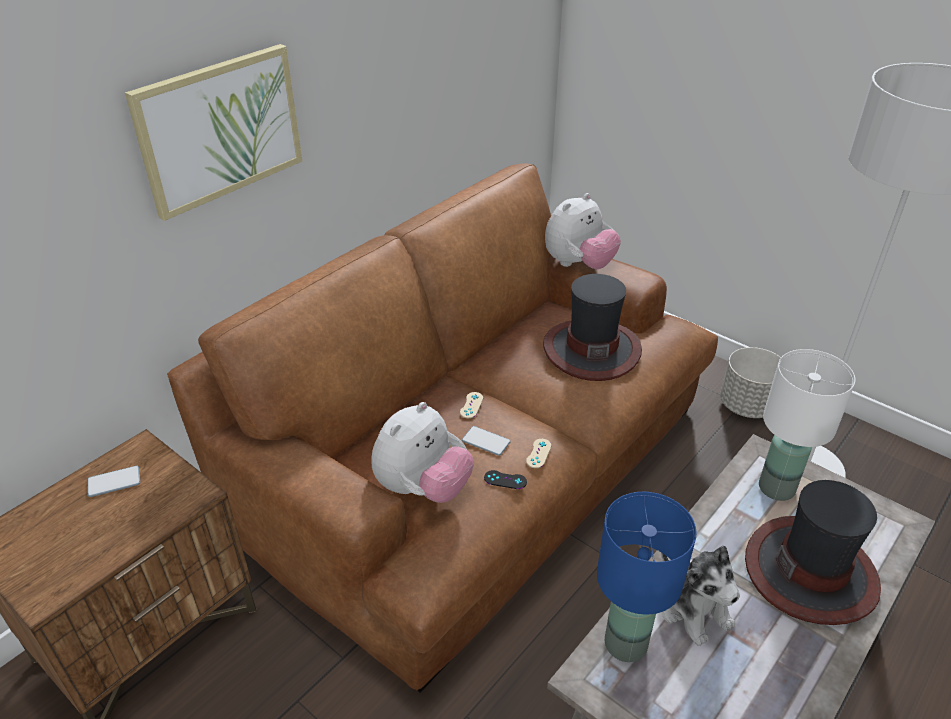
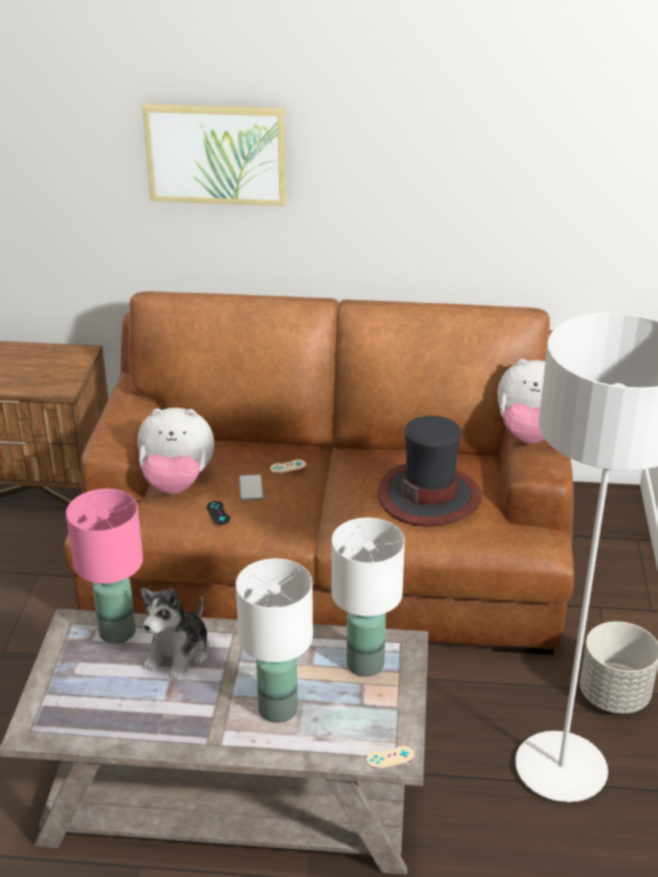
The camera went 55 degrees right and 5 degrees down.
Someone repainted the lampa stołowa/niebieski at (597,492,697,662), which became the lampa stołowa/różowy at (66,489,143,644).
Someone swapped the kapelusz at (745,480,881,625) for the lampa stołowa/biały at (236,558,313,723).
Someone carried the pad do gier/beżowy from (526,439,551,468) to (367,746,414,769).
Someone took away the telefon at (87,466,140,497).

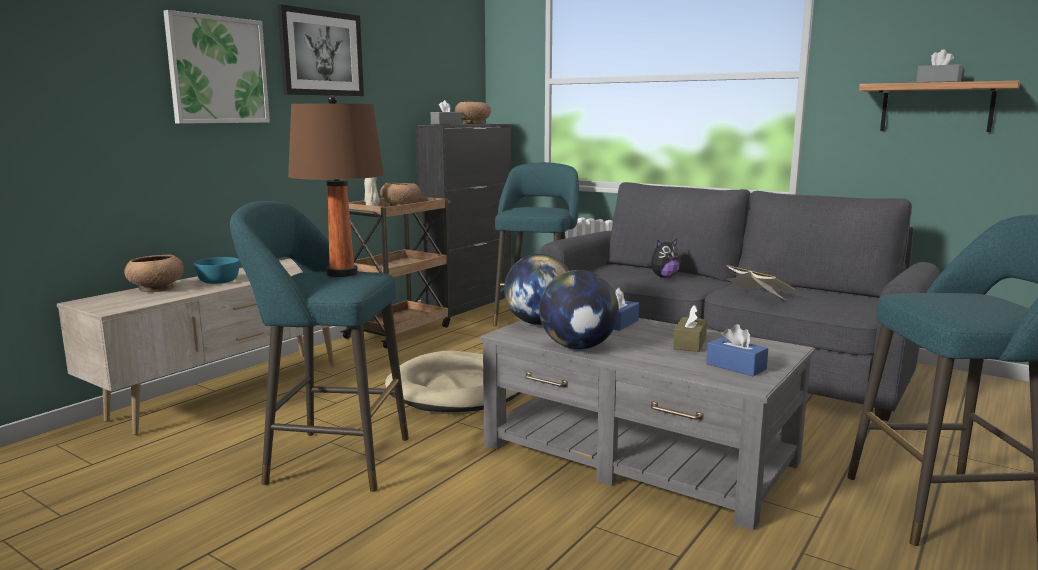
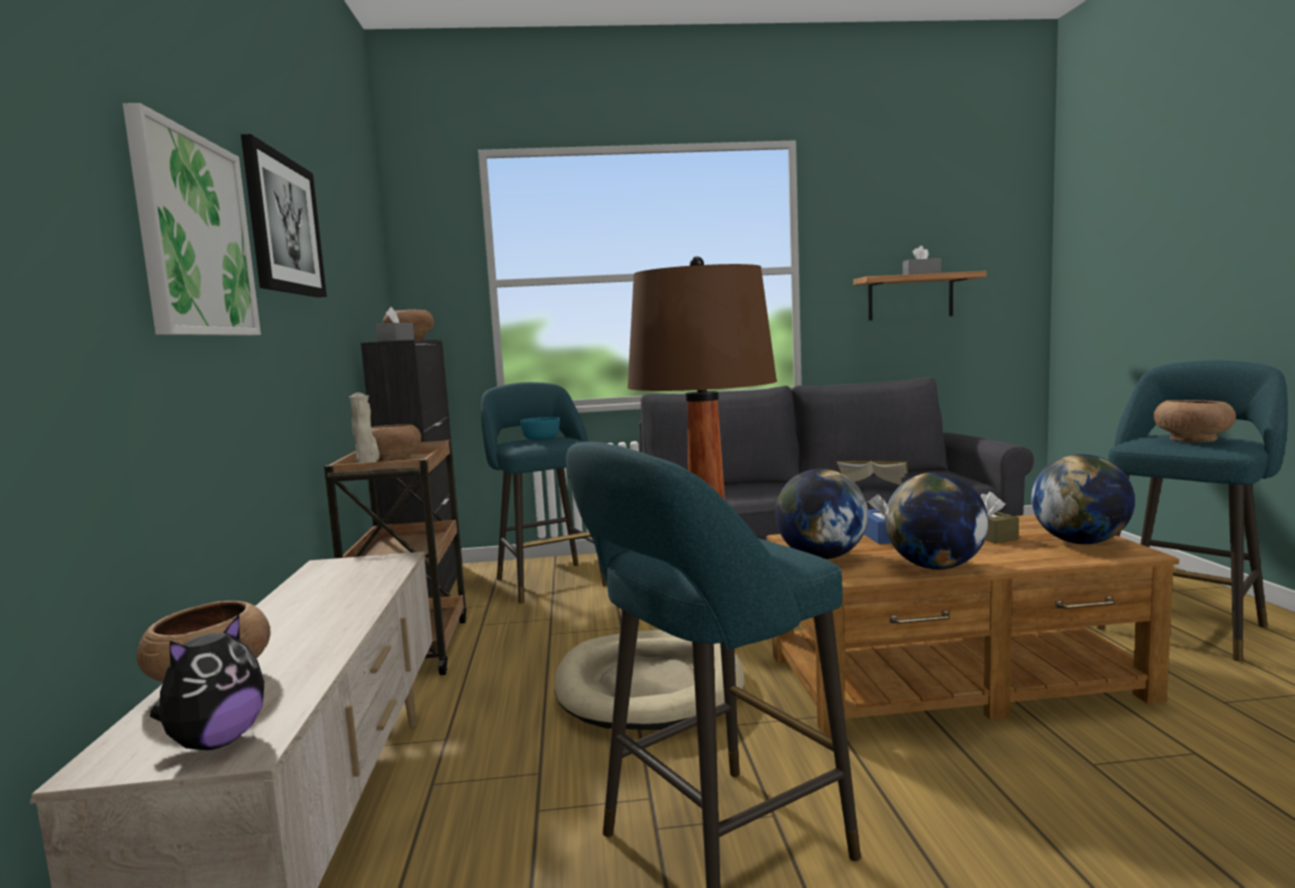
The camera went 40 degrees left and 5 degrees down.
Someone carried the pluszak from (647,239,681,278) to (150,615,264,750).
Someone carried the miska/turkusowy from (194,257,239,284) to (520,417,560,440).
Someone repainted the ława/szary at (480,318,815,531), which became the ława/brązowy at (766,514,1179,737).
Someone swapped the pudełko chusteczek/niebieski at (706,324,768,376) for the globus at (1031,454,1135,544).
Someone put down the miska/brązowy at (1154,400,1236,442).

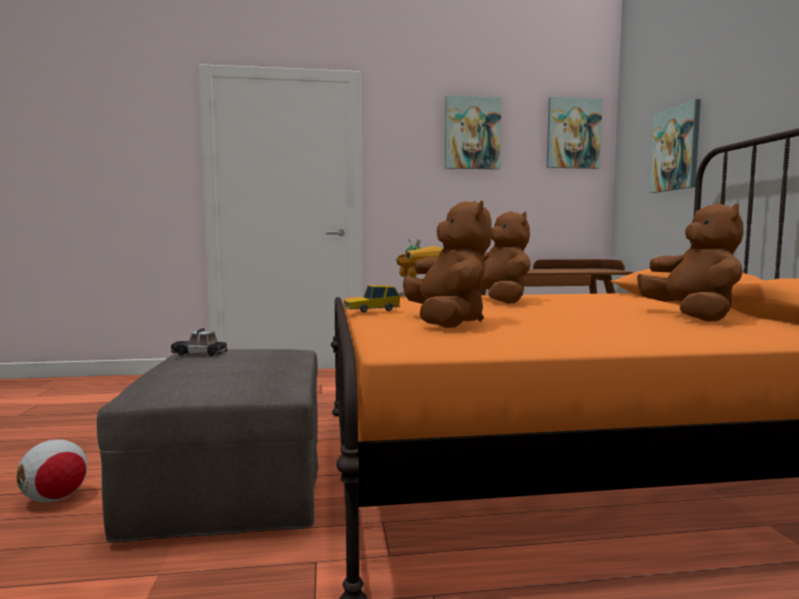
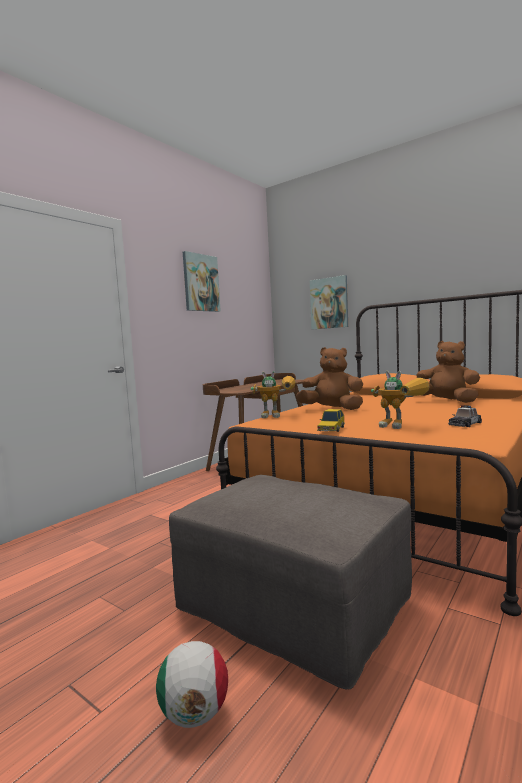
The camera went 45 degrees left and 0 degrees up.
Someone swapped the pluszak/brązowy at (403,200,492,328) for the robot zabawkowy at (371,371,430,429).
Someone carried the samochodzik from (171,328,228,356) to (448,405,482,427).
Someone took away the obraz at (547,97,603,169).

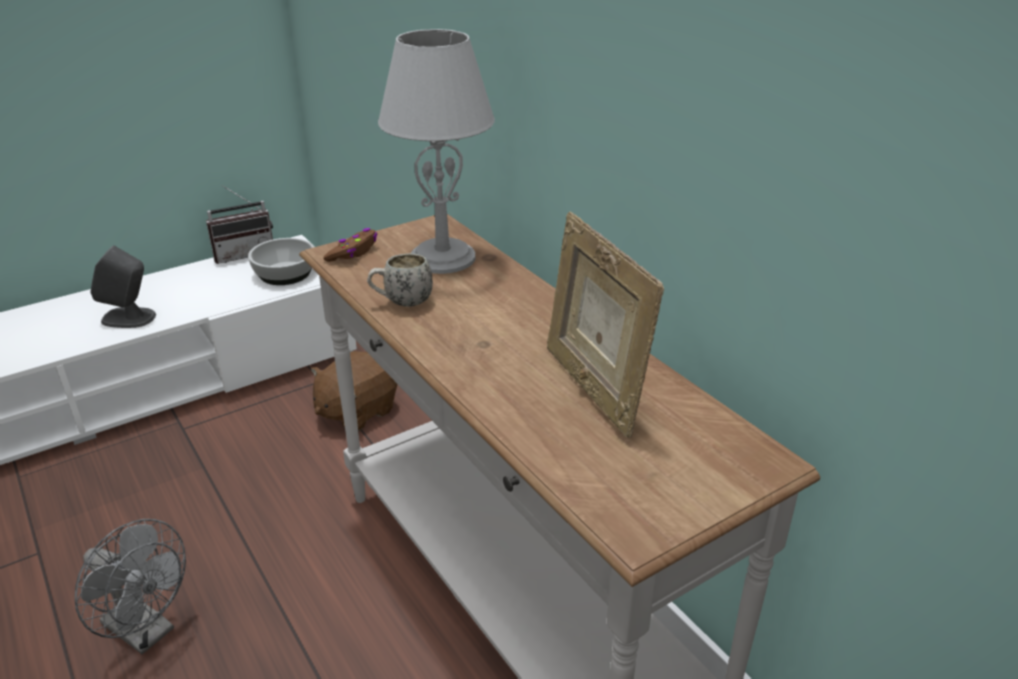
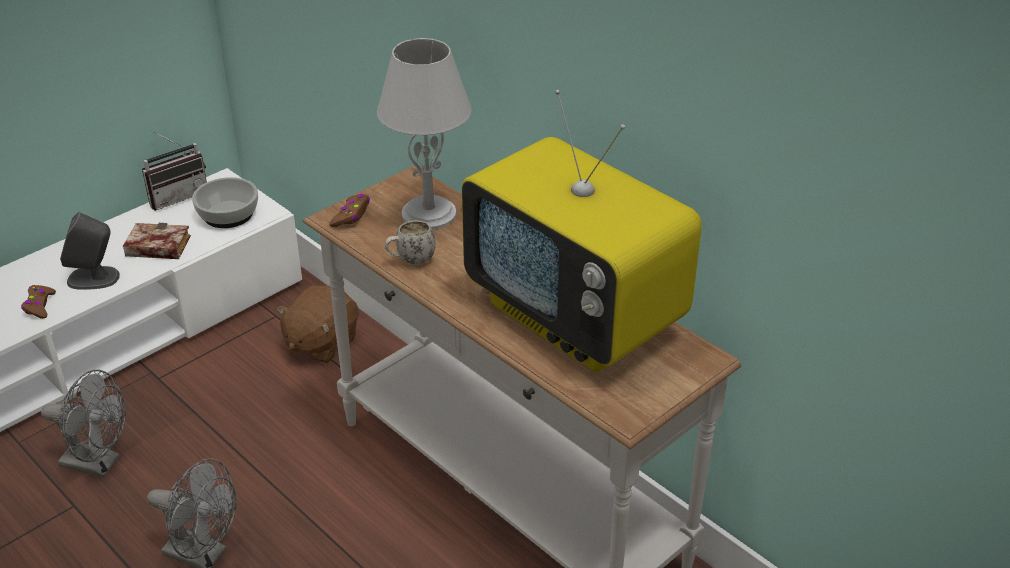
The camera went 10 degrees left and 5 degrees up.
Someone put down the pad do gier/brązowy at (21,285,56,319).
Someone put down the wentylator/szary at (41,370,126,477).
Someone put down the książka at (123,223,191,259).
Someone swapped the ramka na zdjęcie at (547,212,664,437) for the telewizor at (462,90,702,372).

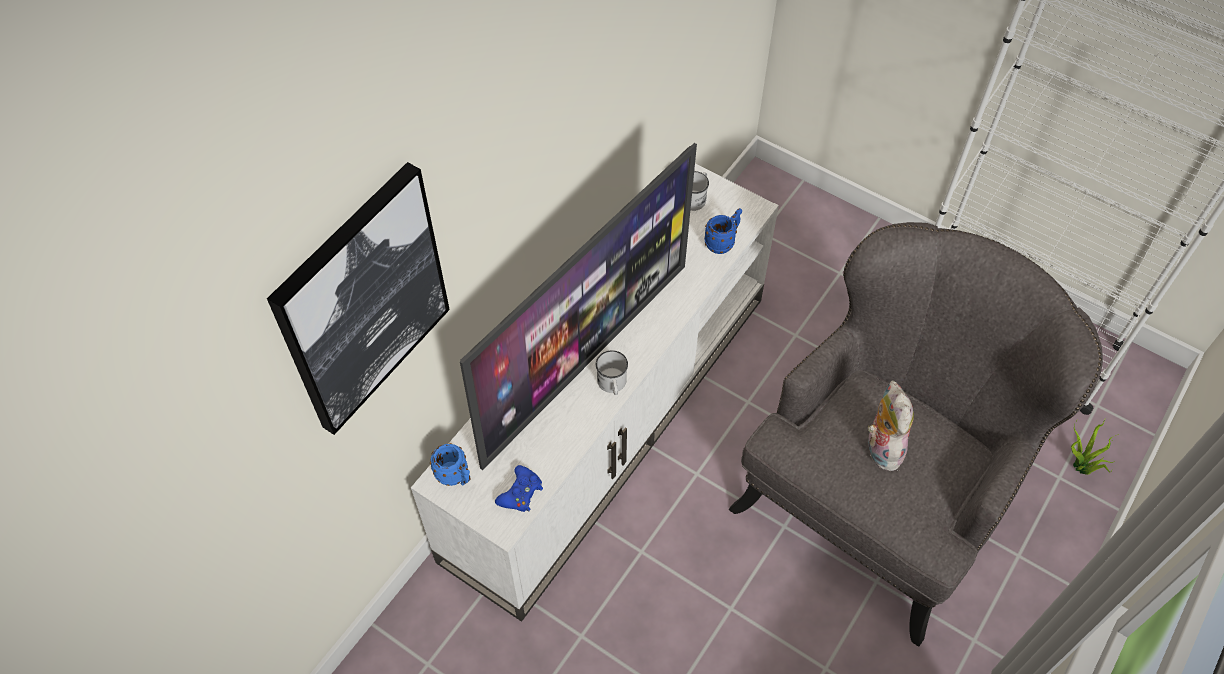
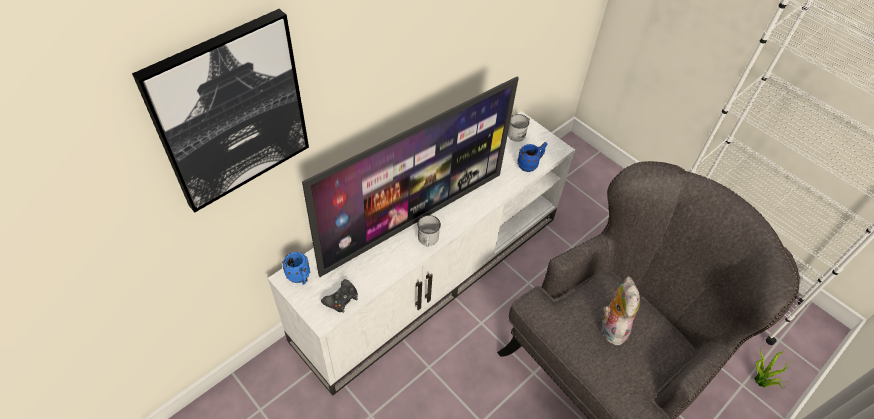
The camera went 10 degrees right and 5 degrees down.
Someone repainted the pad do gier/niebieski at (495,465,543,512), which became the pad do gier/czarny at (321,279,358,313).

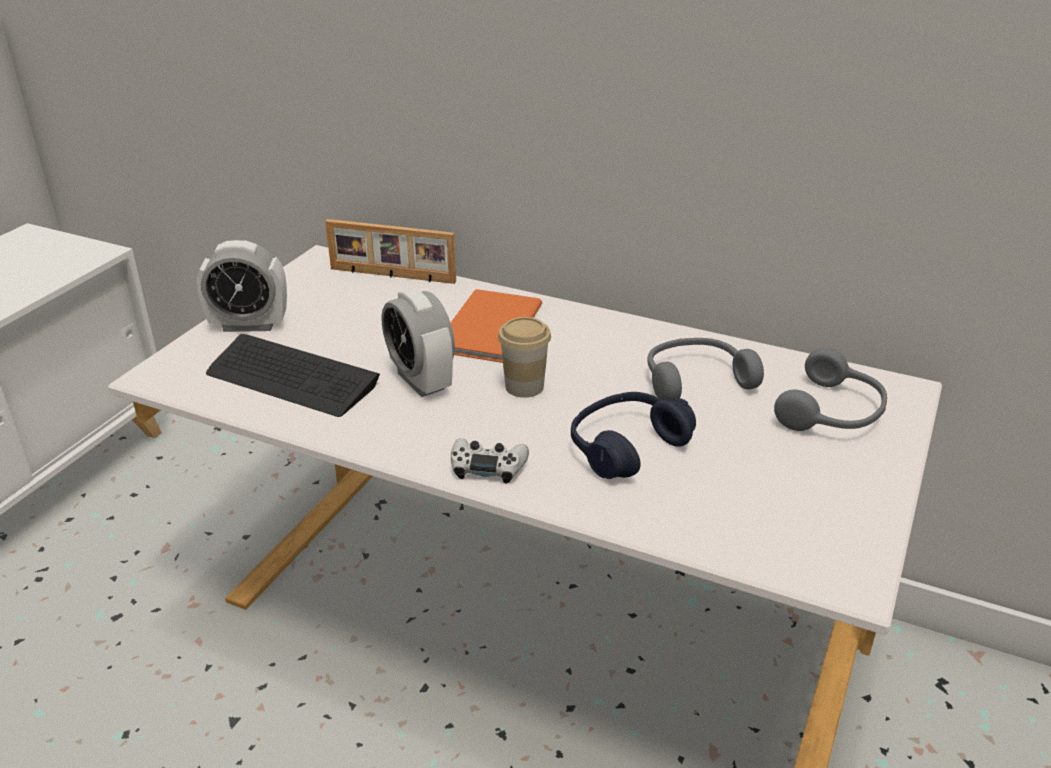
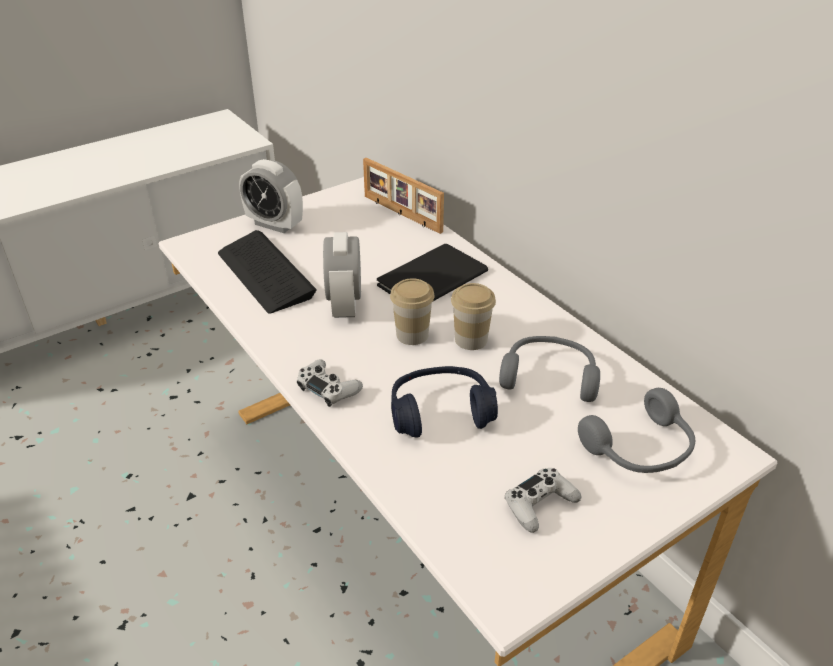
The camera went 30 degrees right and 5 degrees up.
Someone repainted the książka/pomarańczowy at (451,289,542,363), which became the książka/czarny at (377,244,488,301).
Someone put down the filiżanka at (451,283,496,350).
Someone put down the pad do gier/biały at (505,468,581,533).

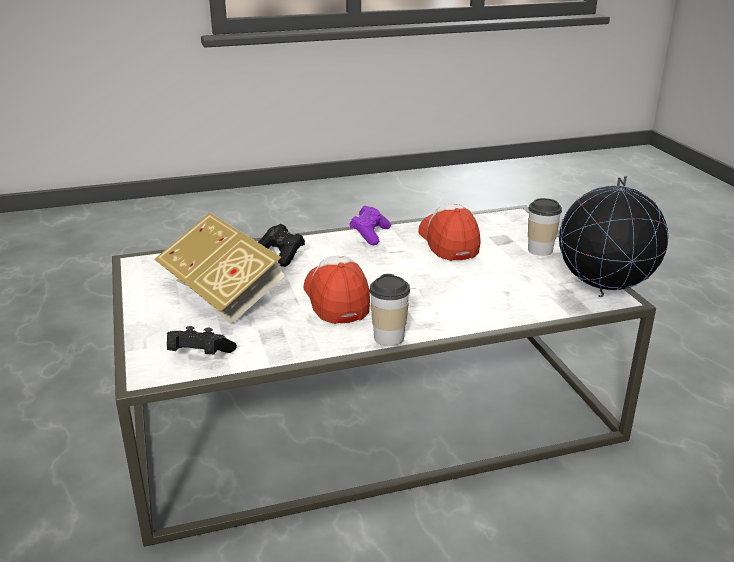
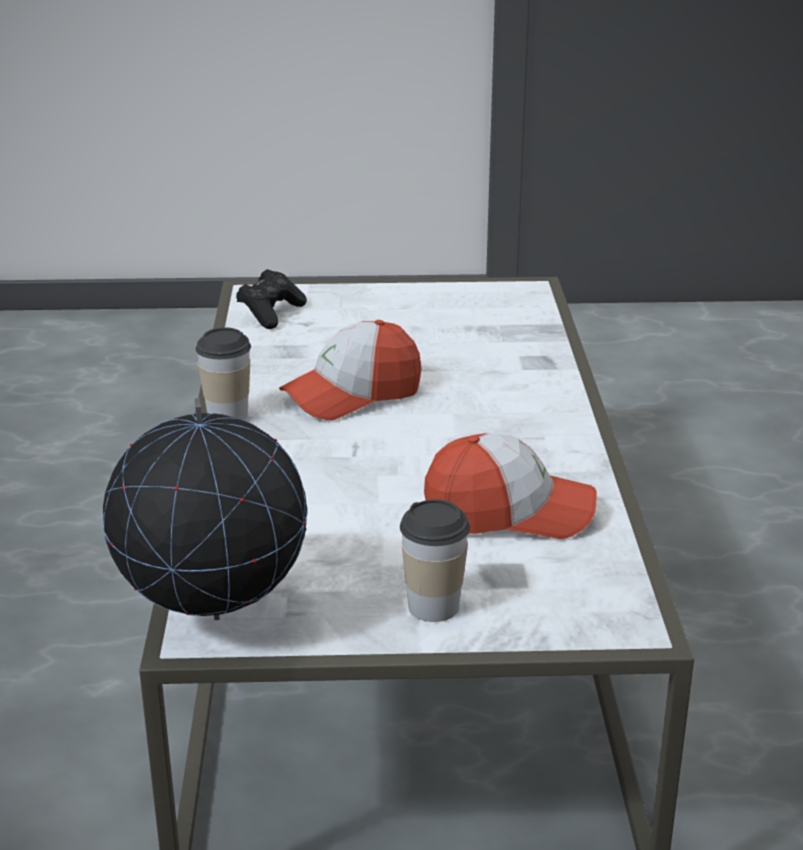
The camera went 105 degrees right and 0 degrees up.
Someone rotated the czapka z daszkiem at (304,256,370,324) by 150 degrees clockwise.
Someone took away the książka at (154,213,285,324).
Someone took away the pad do gier/czarny at (258,224,305,267).
Someone took away the pad do gier/fioletowy at (349,205,391,245).

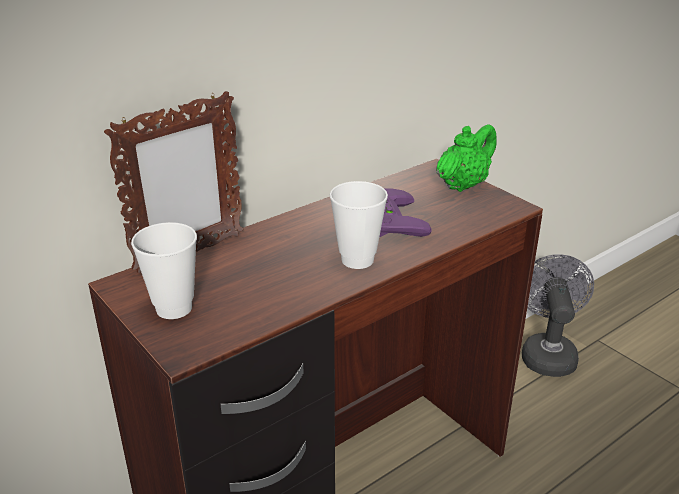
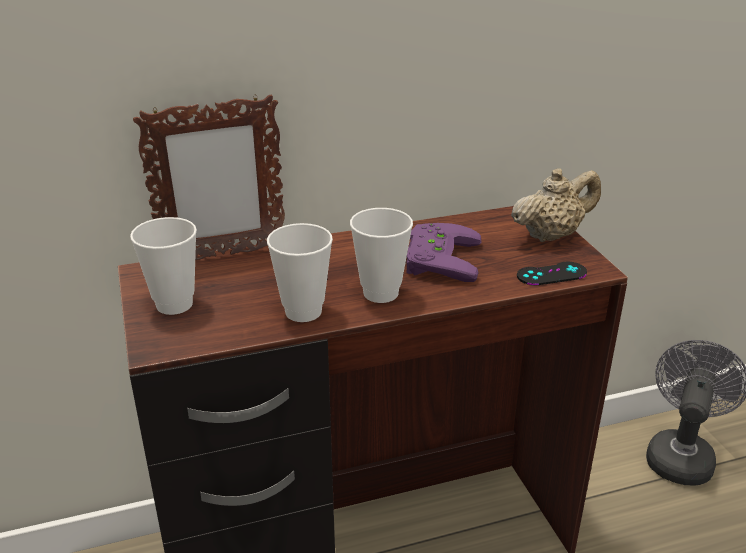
The camera went 20 degrees right and 0 degrees up.
Someone put down the filiżanka at (267,223,333,322).
Someone repainted the imbryk/zielony at (436,124,496,192), which became the imbryk/beżowy at (511,168,601,242).
Someone put down the pad do gier/czarny at (517,262,587,285).

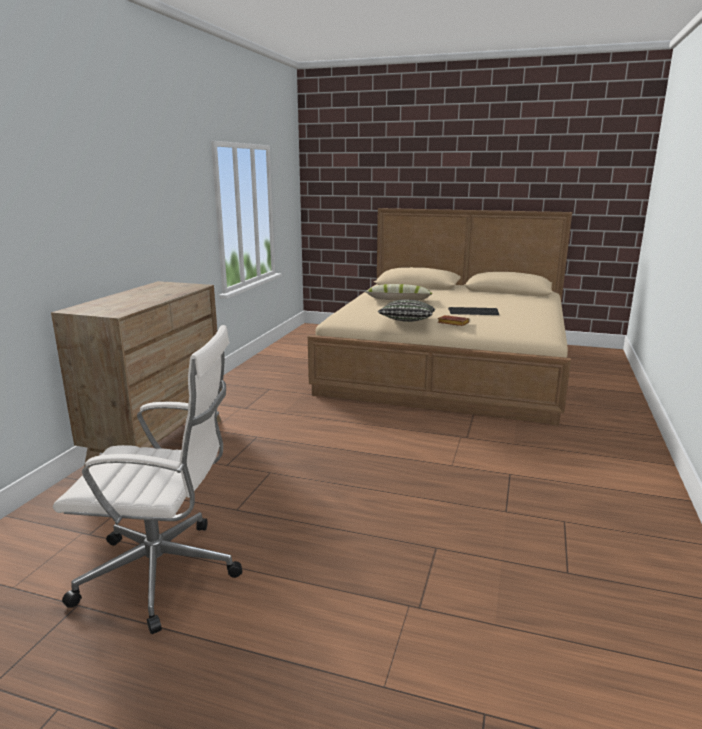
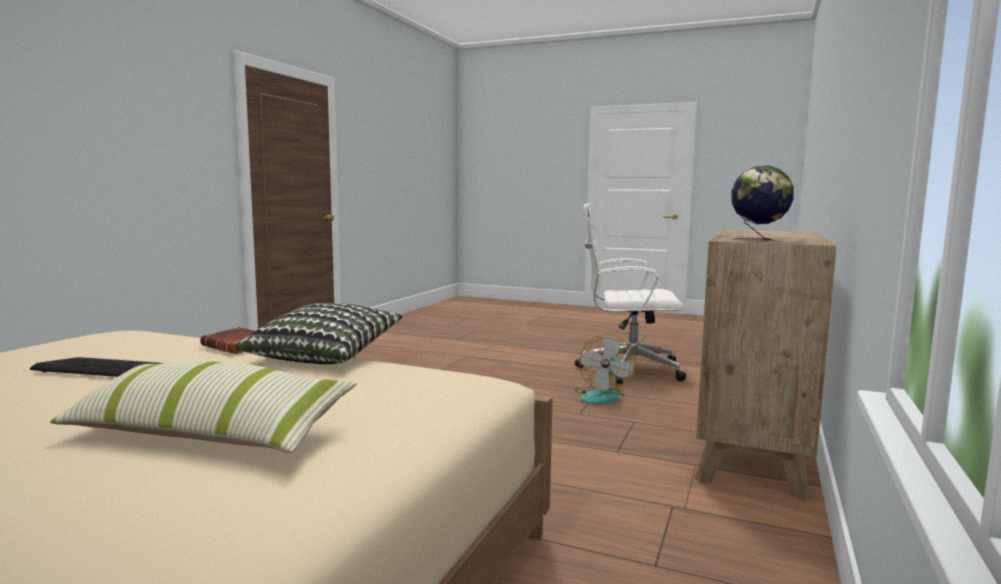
The camera went 175 degrees left and 10 degrees down.
Someone put down the wentylator at (575,334,636,404).
Someone put down the globus at (731,165,794,241).

